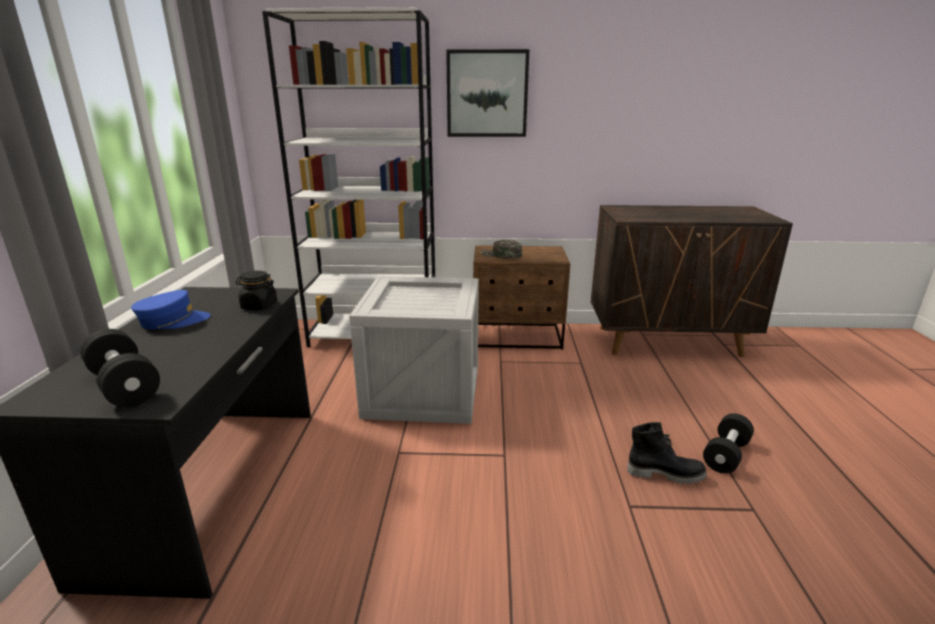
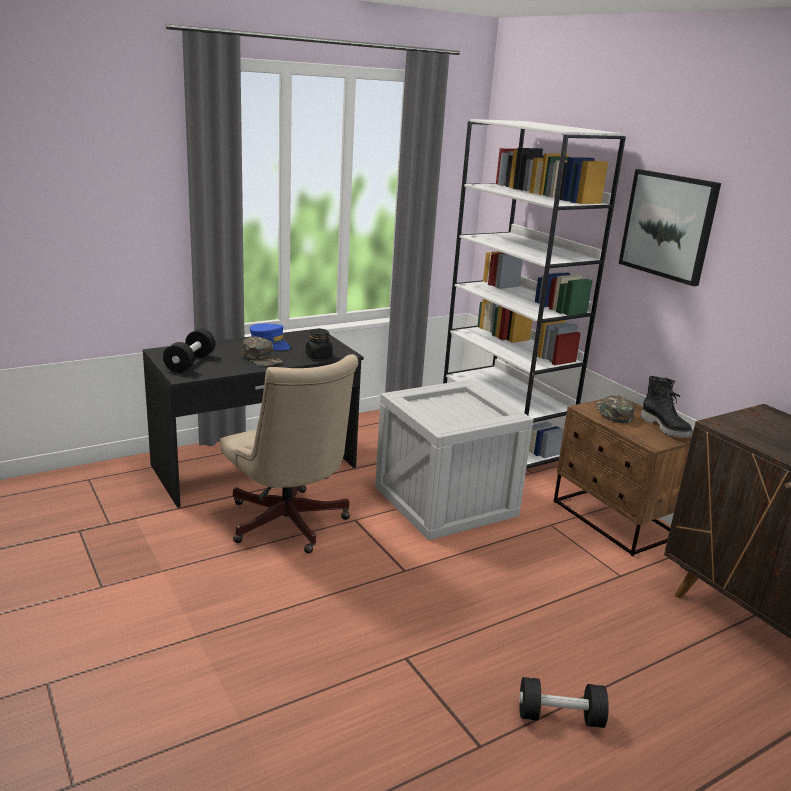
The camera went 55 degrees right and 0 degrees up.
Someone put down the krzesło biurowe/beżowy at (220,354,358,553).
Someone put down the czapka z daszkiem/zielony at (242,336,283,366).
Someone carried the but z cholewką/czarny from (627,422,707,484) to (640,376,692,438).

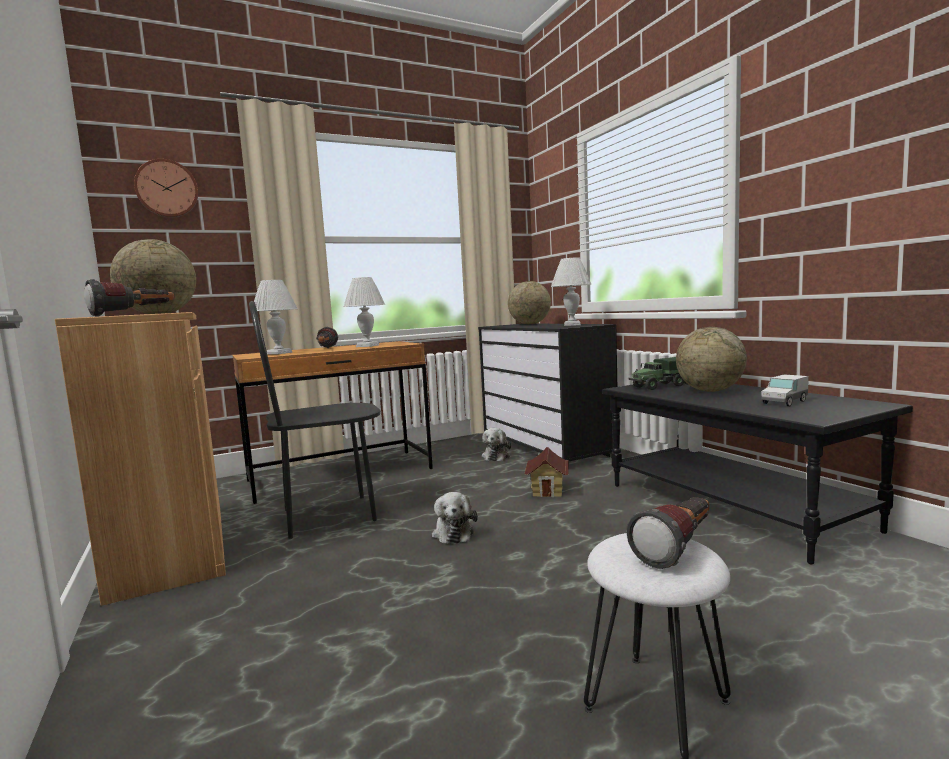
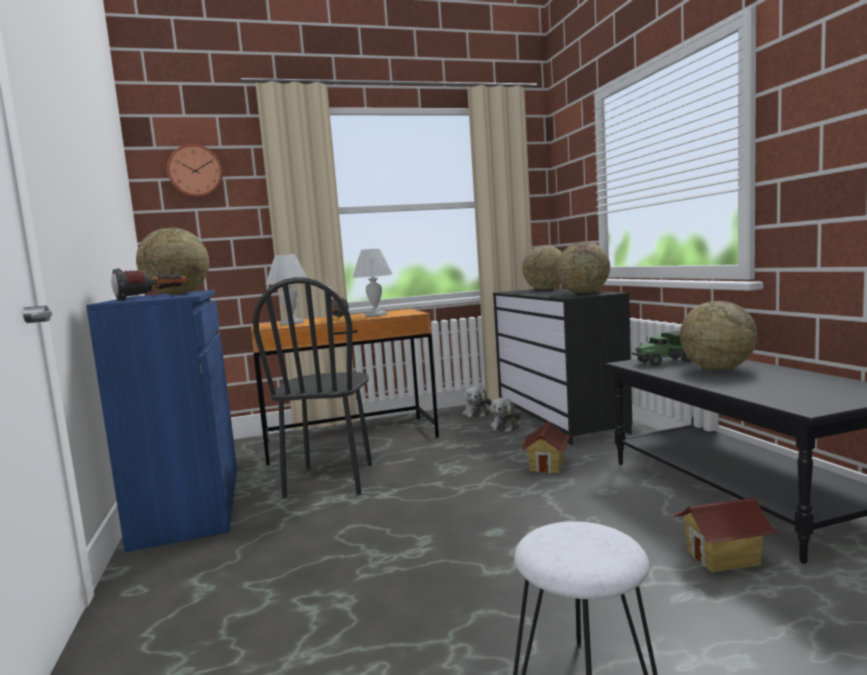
The camera went 10 degrees right and 0 degrees up.
Someone repainted the szafka/brązowy at (55,312,226,606), which became the szafka/niebieski at (86,290,237,552).
Someone rotated the krzesło/czarny at (249,301,380,539) by 75 degrees counterclockwise.
Someone carried the pluszak from (432,492,478,544) to (463,387,491,418).
Someone swapped the lampa stołowa/biały at (551,257,591,326) for the globus at (557,241,610,293).
Someone put down the domek at (672,498,778,573).
Someone took away the latarka at (627,497,710,569).
Someone took away the ciężarówka zabawkowa at (761,374,809,407).

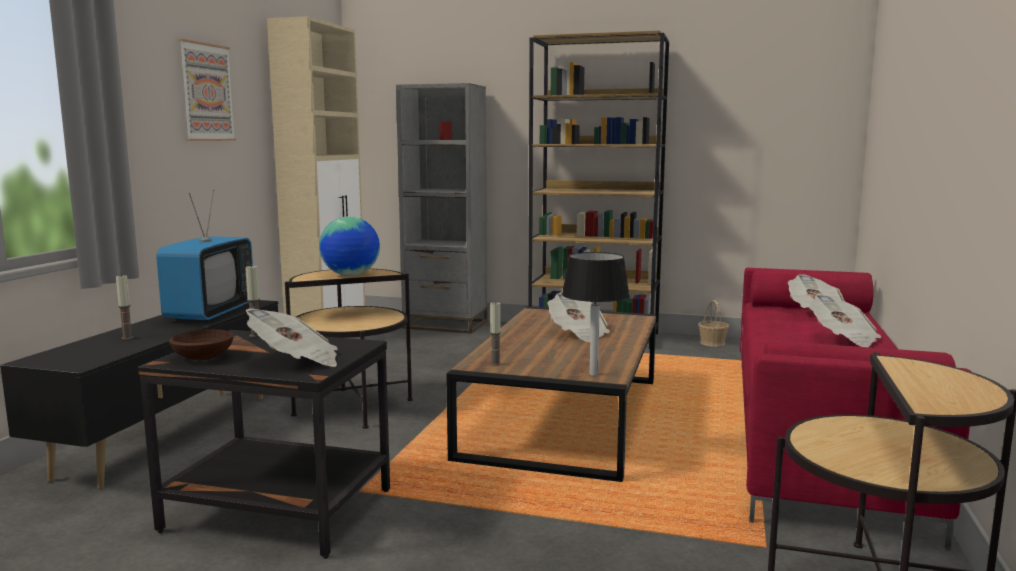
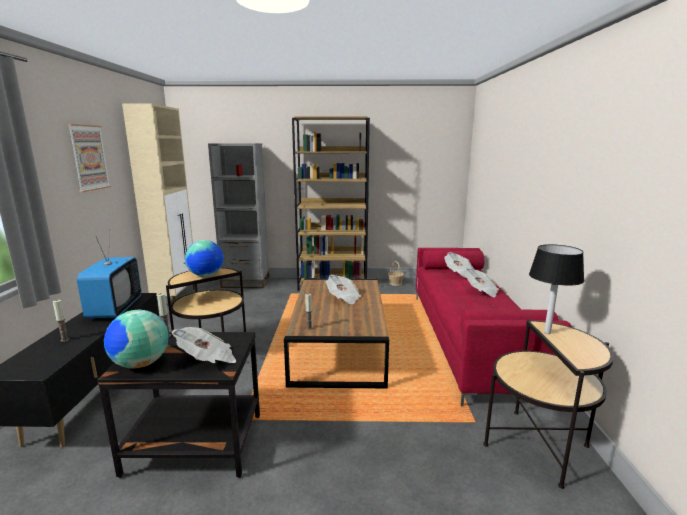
The camera went 15 degrees left and 5 degrees up.
Someone swapped the miska/brązowy at (169,329,234,360) for the globus at (104,310,169,368).
Someone carried the lampa stołowa/czarny from (562,252,630,376) to (529,244,584,334).

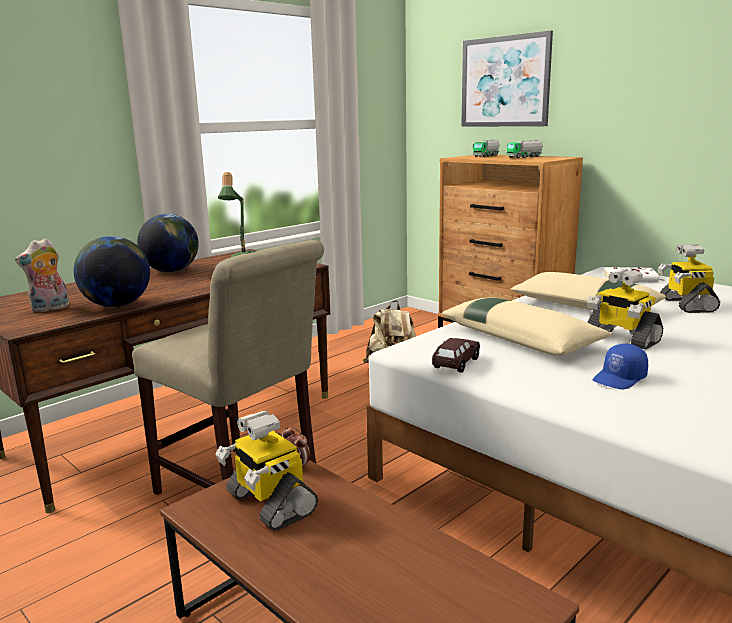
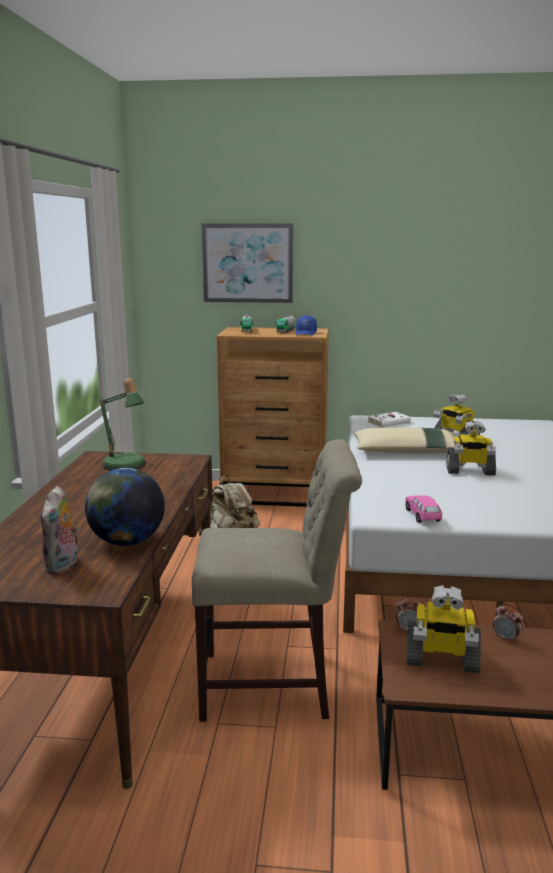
The camera went 40 degrees left and 0 degrees up.
Someone carried the czapka z daszkiem/niebieski from (593,343,648,390) to (295,315,317,335).
Someone repainted the samochodzik/brązowy at (432,338,480,373), which became the samochodzik/różowy at (405,495,442,523).
Someone put down the budzik at (493,604,523,644).
Someone took away the globus at (137,214,199,272).
Someone took away the poduszka/beżowy at (442,298,613,356).

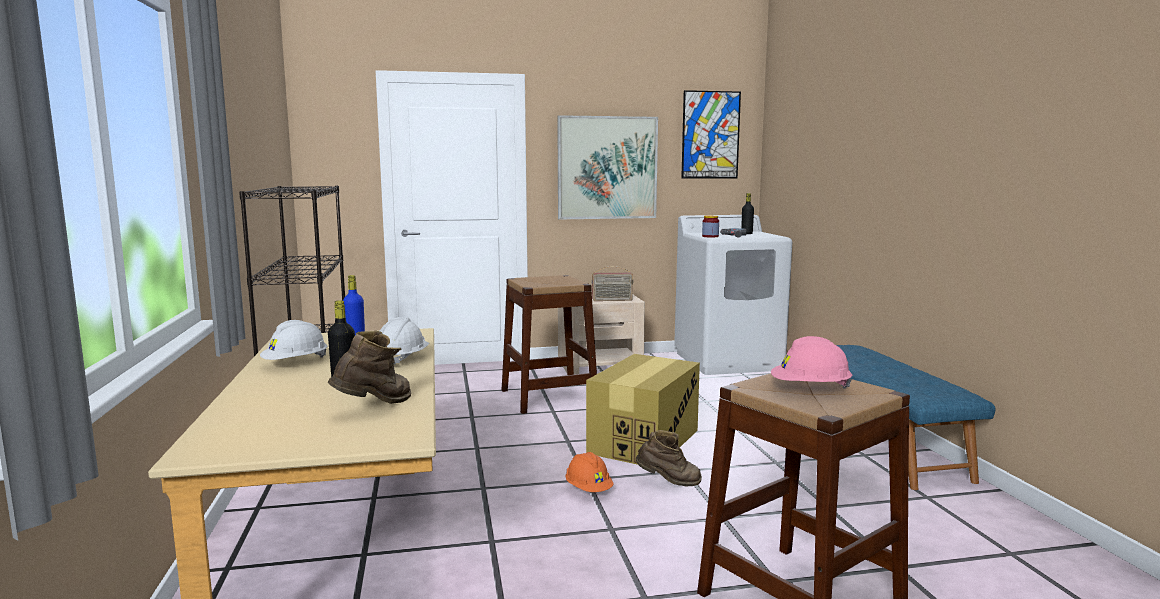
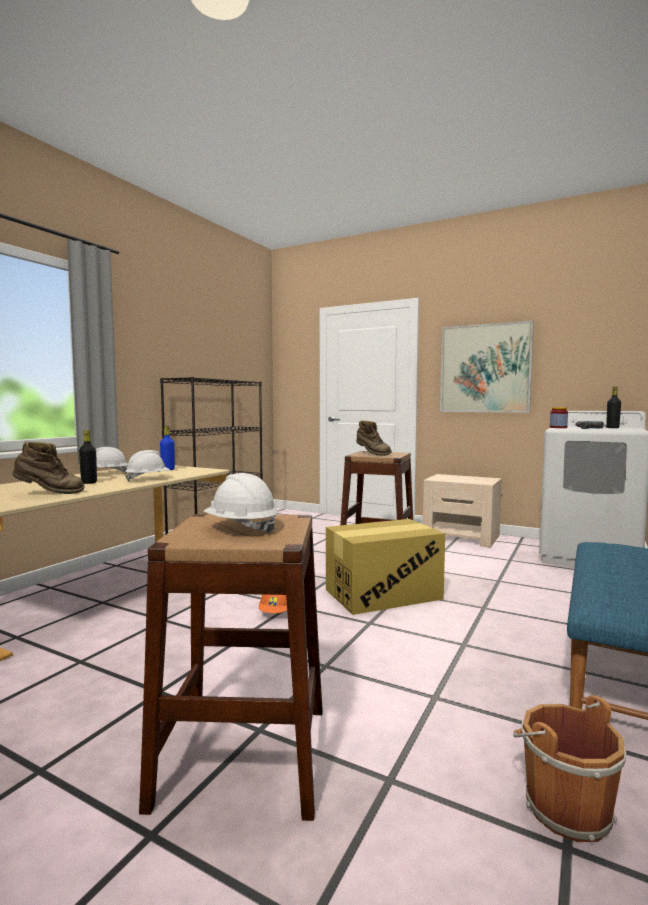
The camera went 40 degrees right and 5 degrees down.
Someone repainted the kask/różowy at (771,336,852,389), which became the kask/biały at (203,473,278,534).
Someone carried the but z cholewką/brązowy from (636,430,702,486) to (356,420,392,456).
Someone put down the wiadro/brązowy at (513,695,626,842).
Someone took away the radio at (592,266,633,301).
Someone took away the obraz at (681,90,741,179).

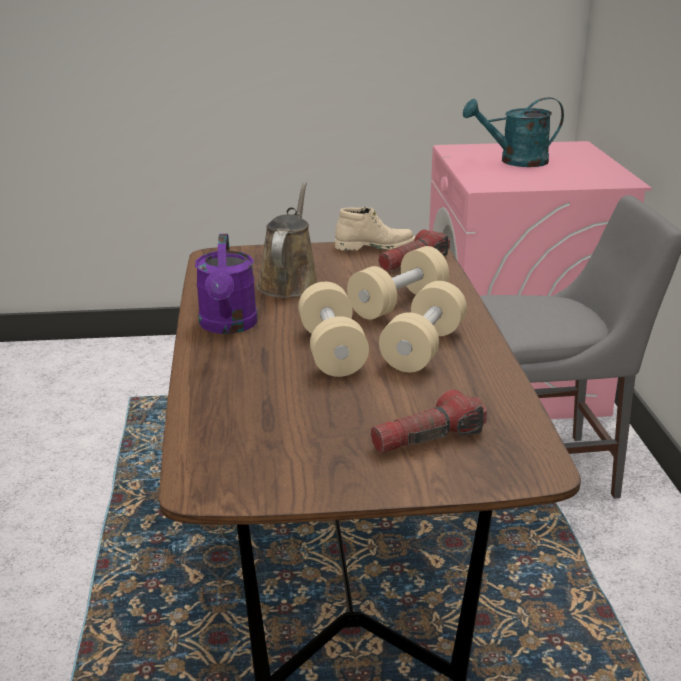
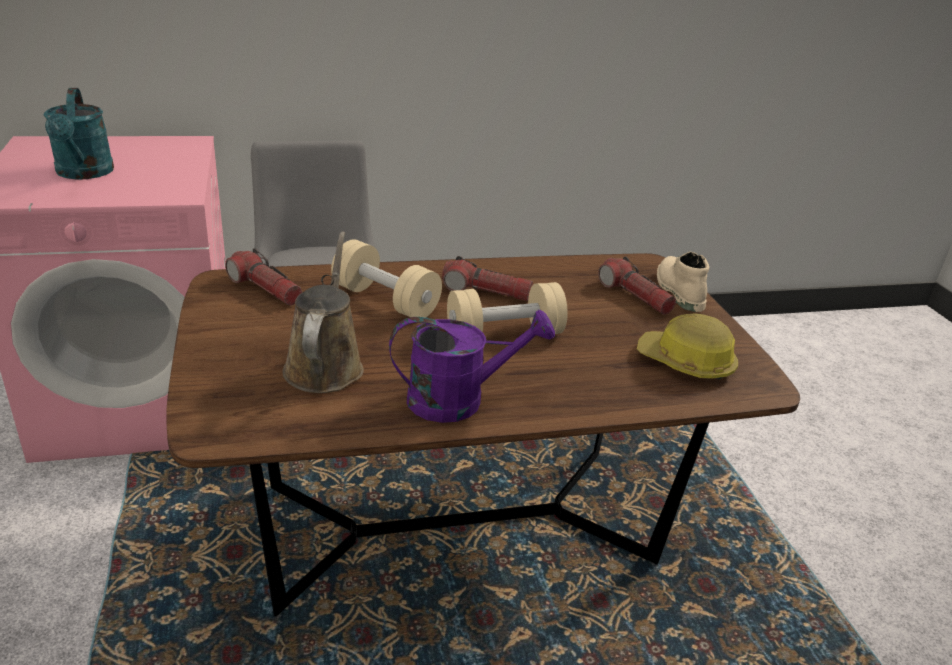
The camera went 100 degrees left and 5 degrees up.
Someone rotated the konewka/brązowy at (256,182,318,298) by 90 degrees clockwise.
Someone swapped the hantel/beżowy at (379,281,467,372) for the latarka at (442,256,533,301).
Someone put down the kask at (637,313,738,380).
Someone carried the but z cholewką/beżowy from (335,207,415,251) to (657,252,709,312).

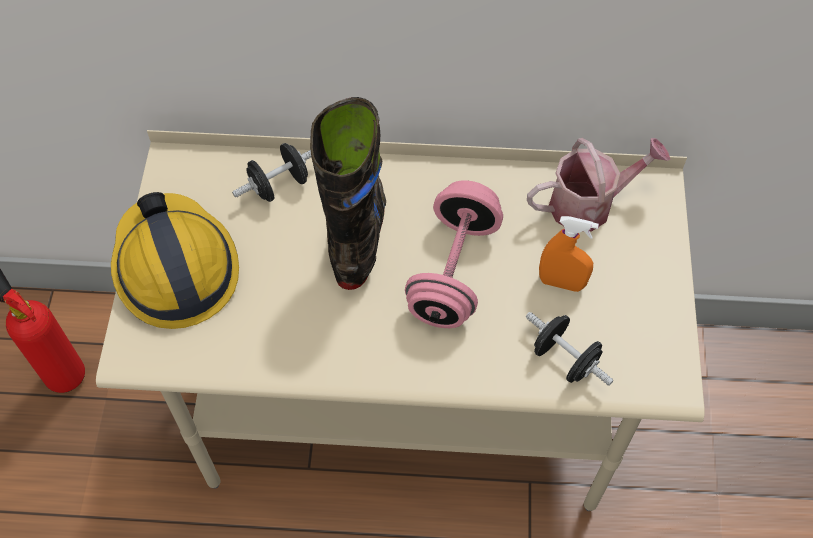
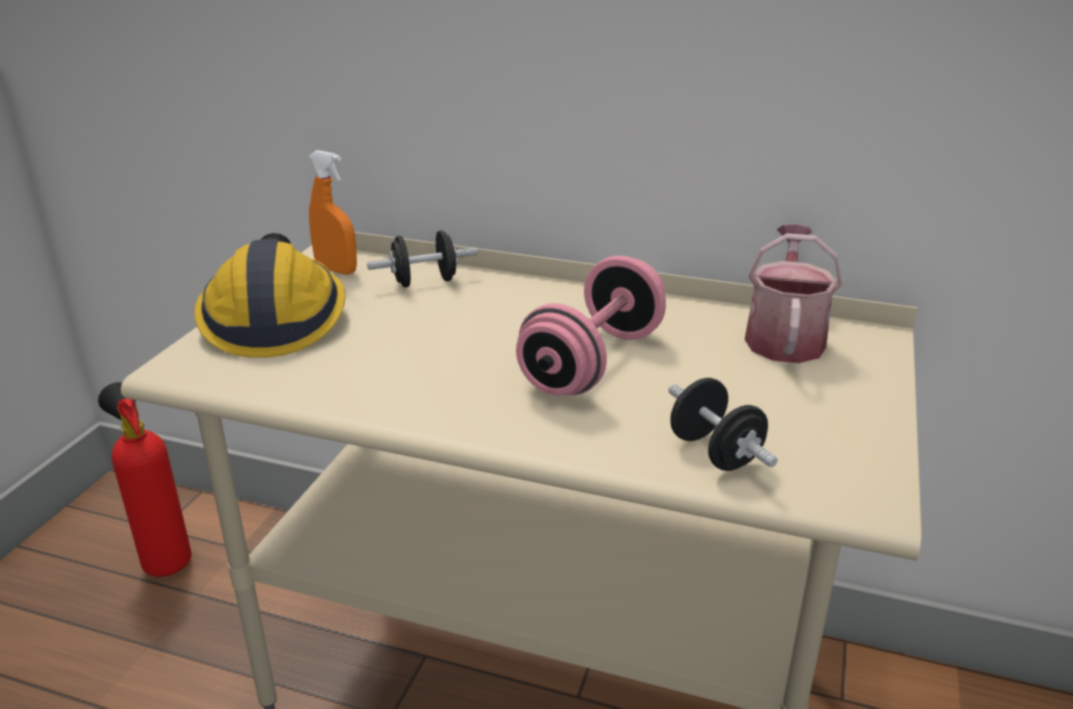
The camera went 15 degrees right and 30 degrees down.
Someone carried the spryskiwacz/pomarańczowy from (539,216,599,292) to (309,150,357,274).
Someone rotated the konewka at (527,138,671,232) by 75 degrees counterclockwise.
Someone took away the but z cholewką/czarny at (310,97,386,290).

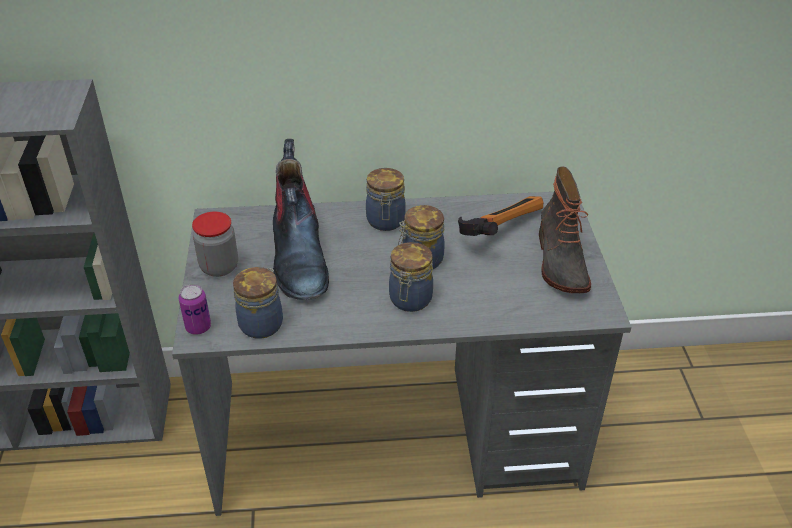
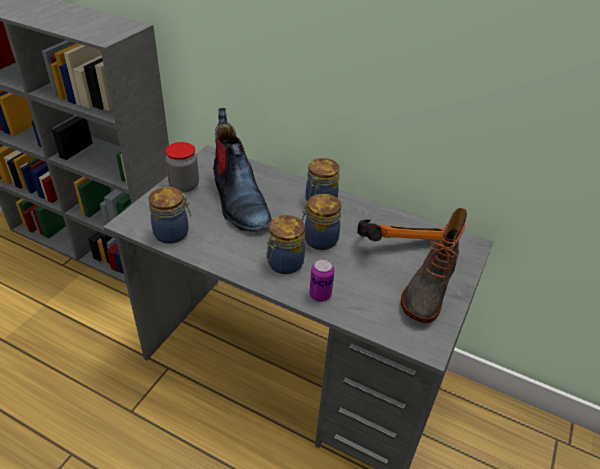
The camera went 30 degrees right and 0 degrees up.
Someone rotated the but z cholewką at (273,139,329,300) by 45 degrees counterclockwise.
Someone carried the puszka from (179,284,211,335) to (309,258,335,302).

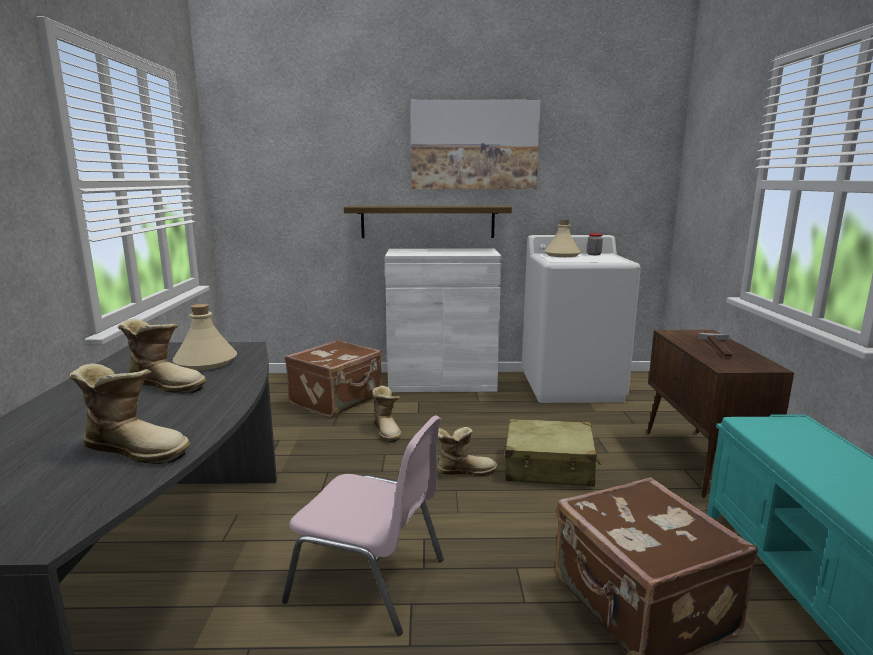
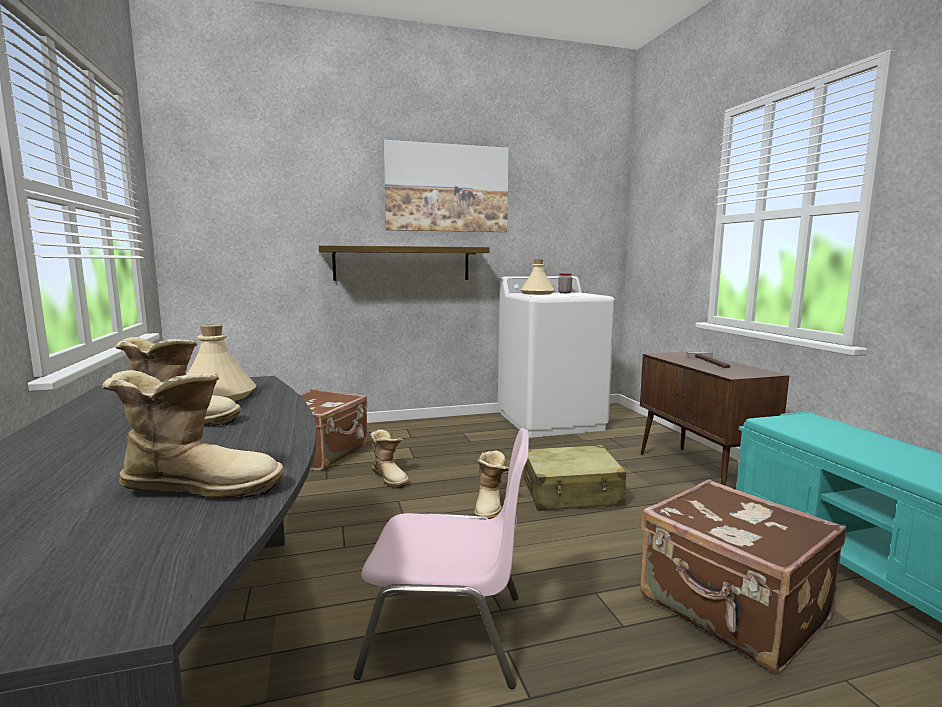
The camera went 15 degrees left and 5 degrees down.
Someone rotated the but z cholewką at (437,427,498,476) by 120 degrees clockwise.
Someone took away the szafka/biały at (385,248,502,392).

